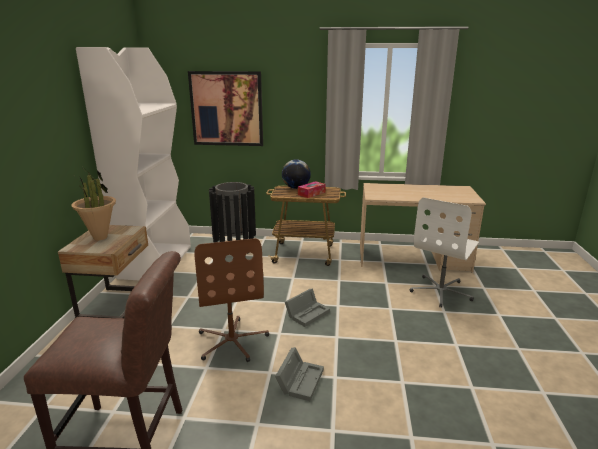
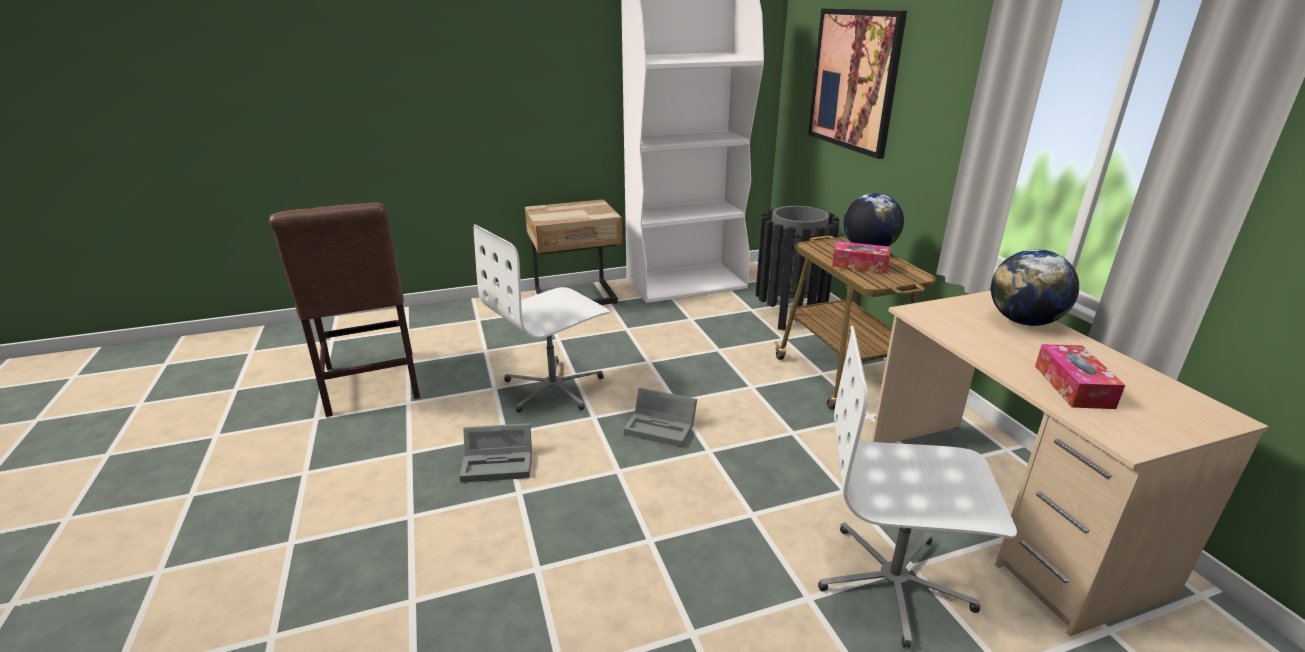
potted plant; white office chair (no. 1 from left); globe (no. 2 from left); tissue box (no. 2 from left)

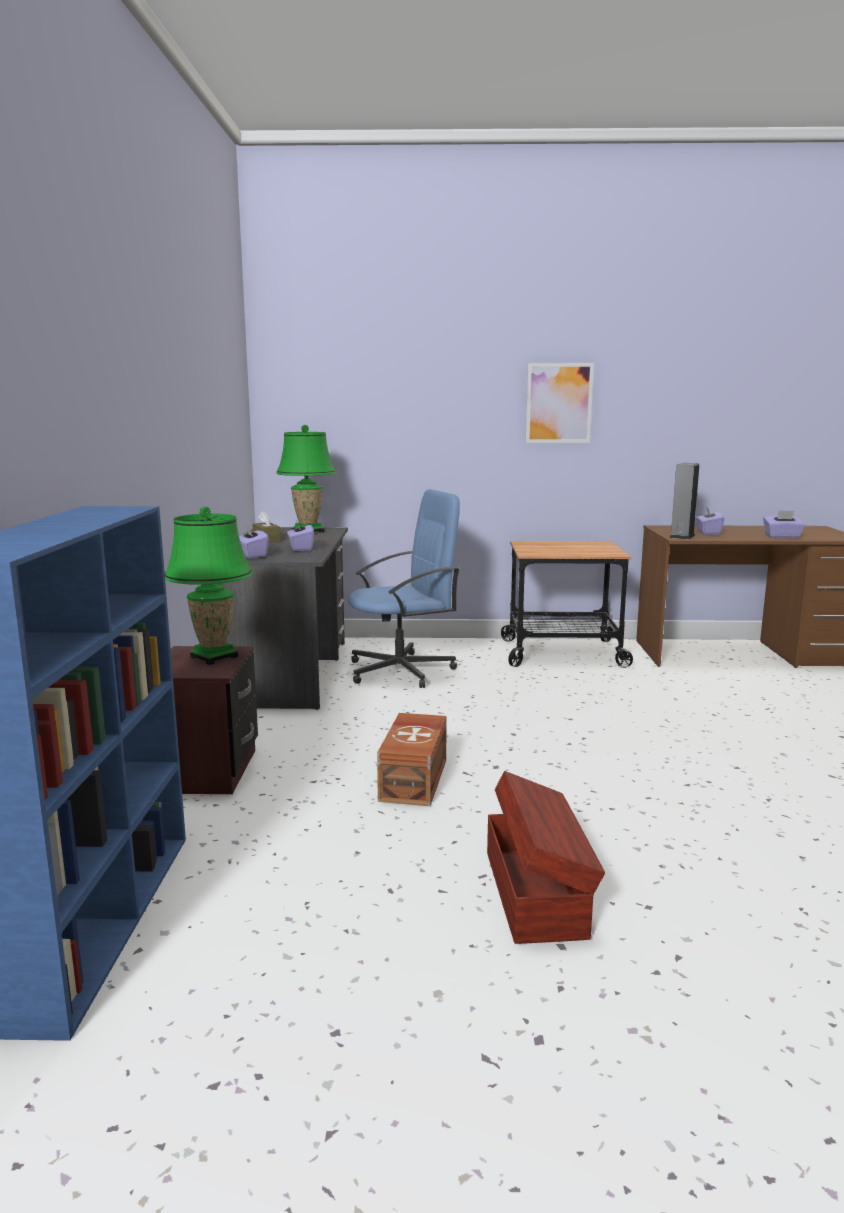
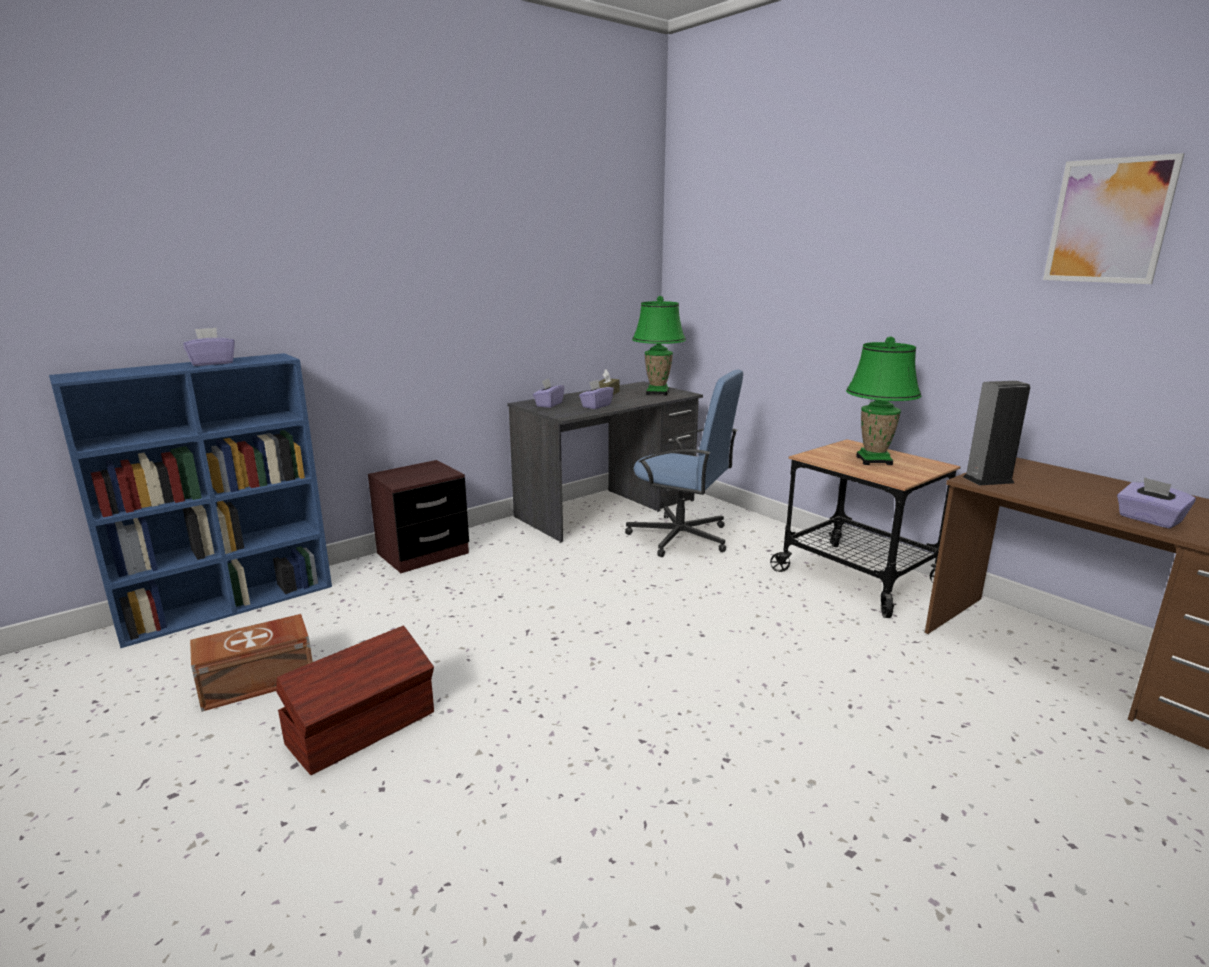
green table lamp (no. 2 from left); brown storage box (no. 1 from left); picture; purple tissue box (no. 1 from left)

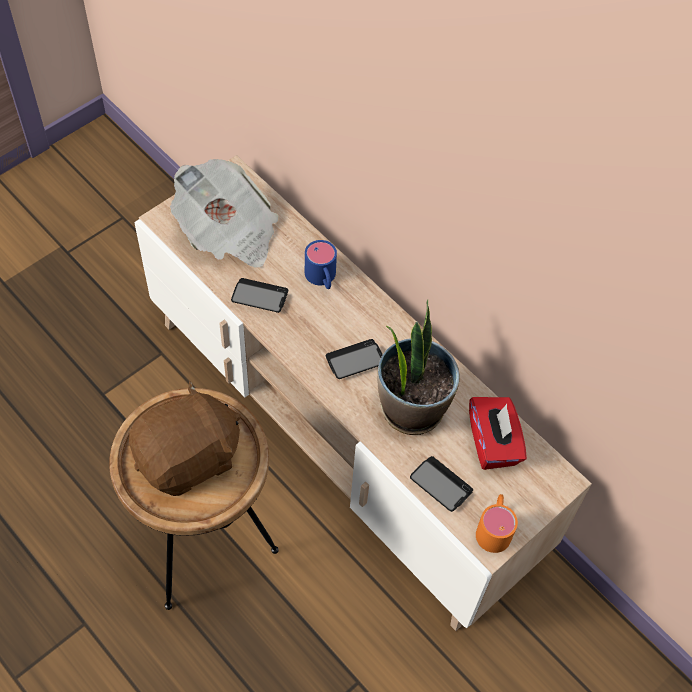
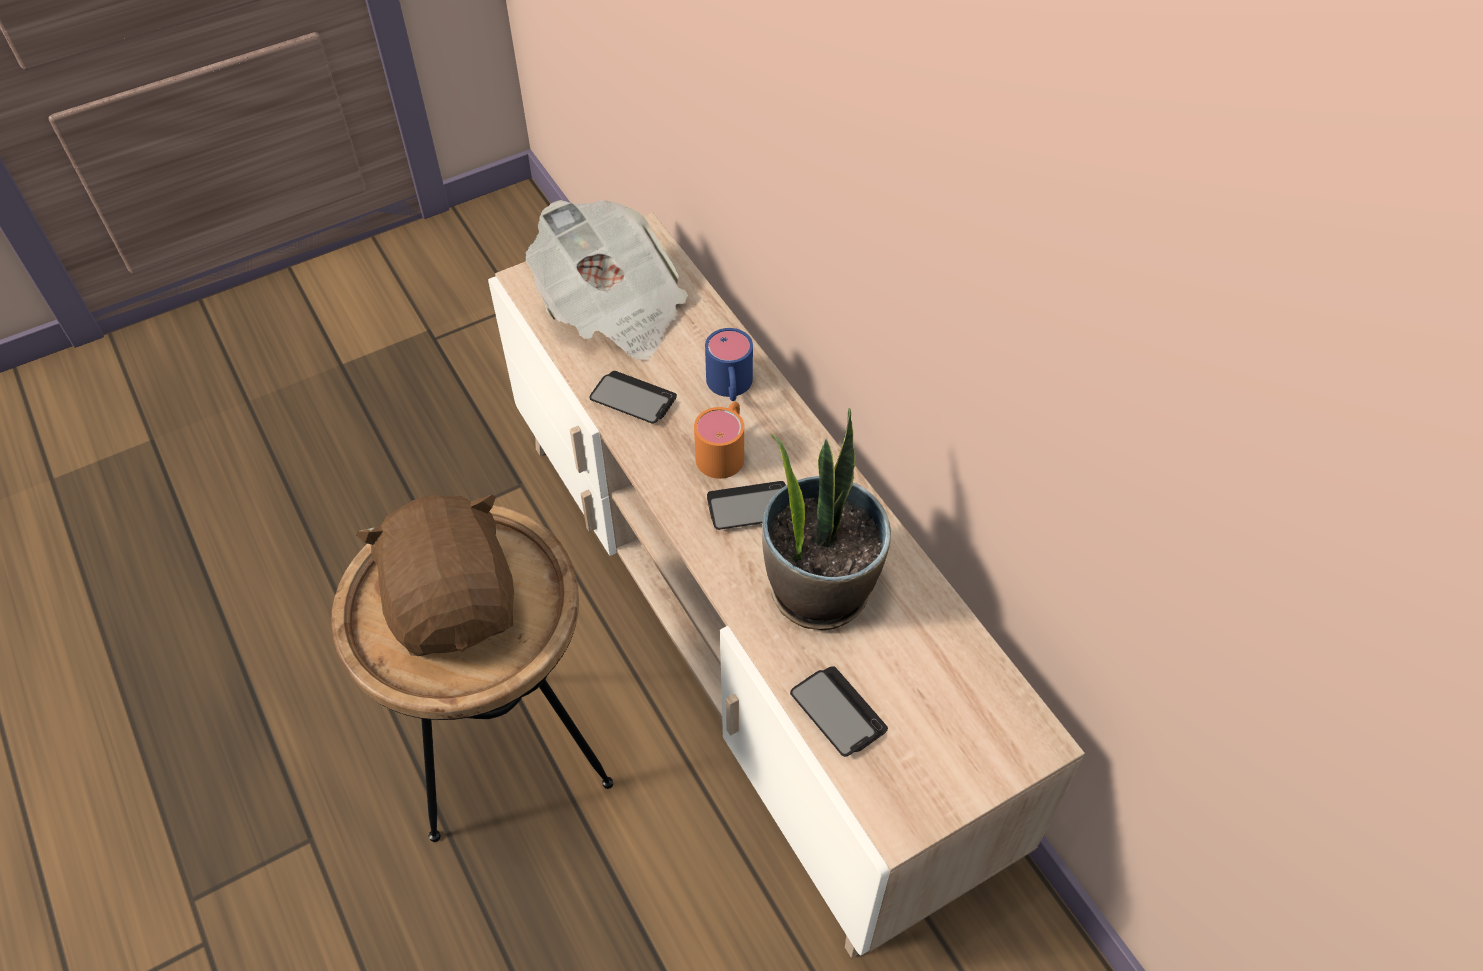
brown plush toy; red tissue box; orange mug

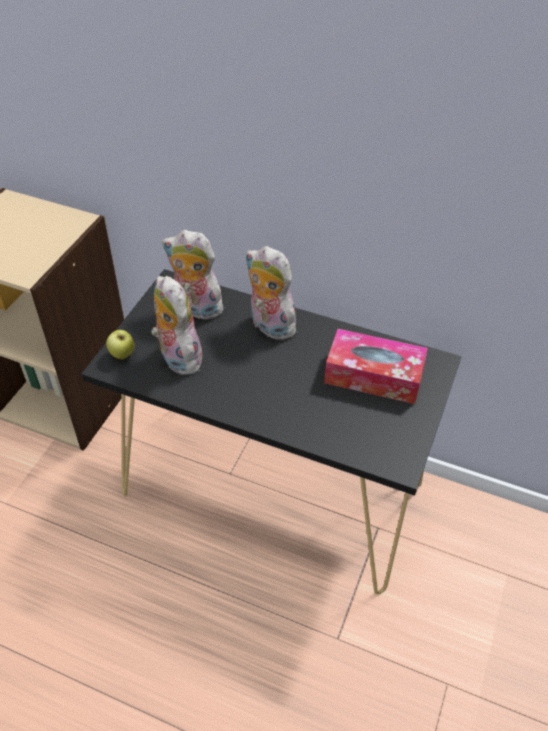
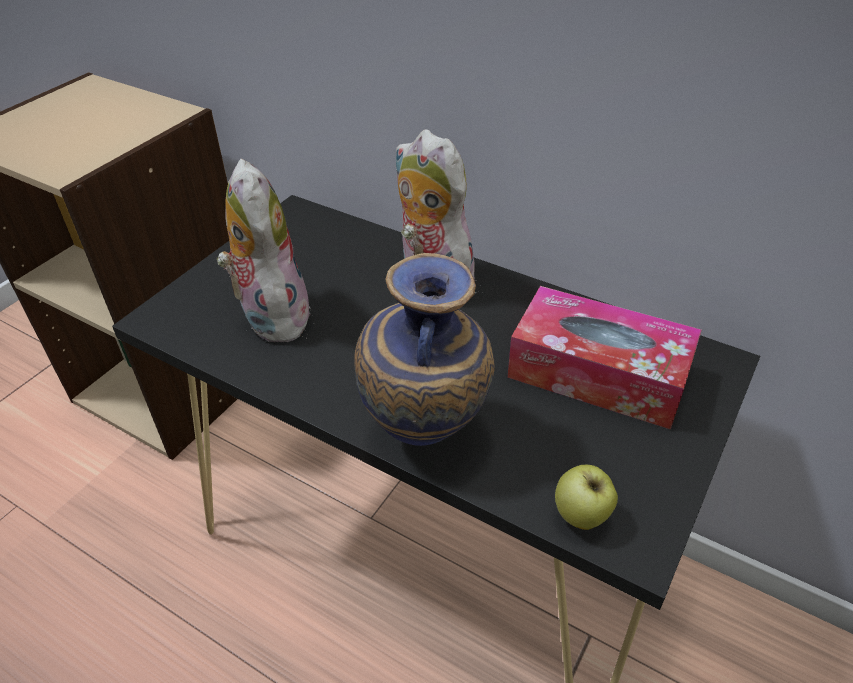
apple; plush toy (no. 2 from left in the first image); vase

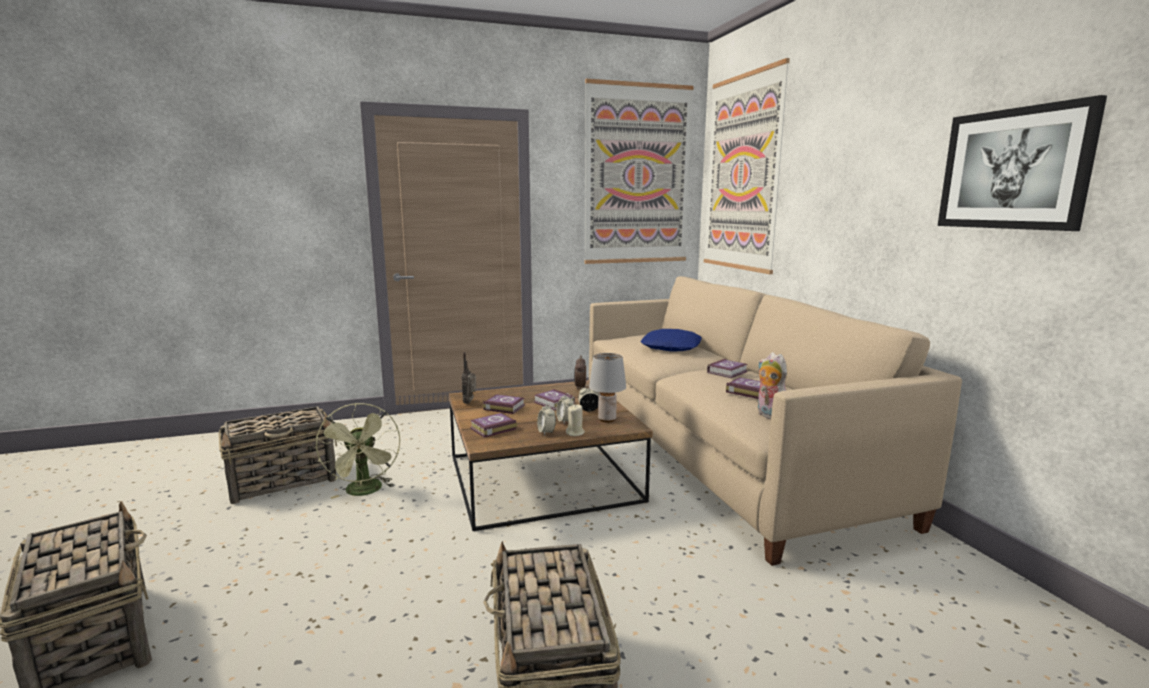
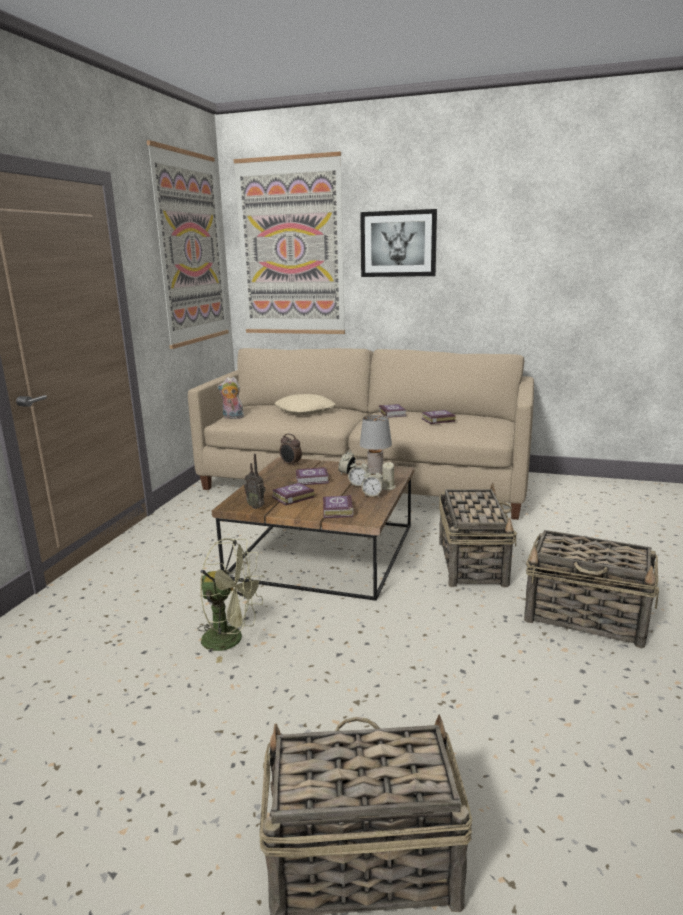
basket (no. 2 from left); beige pillow; plush toy; picture (no. 3 from left)

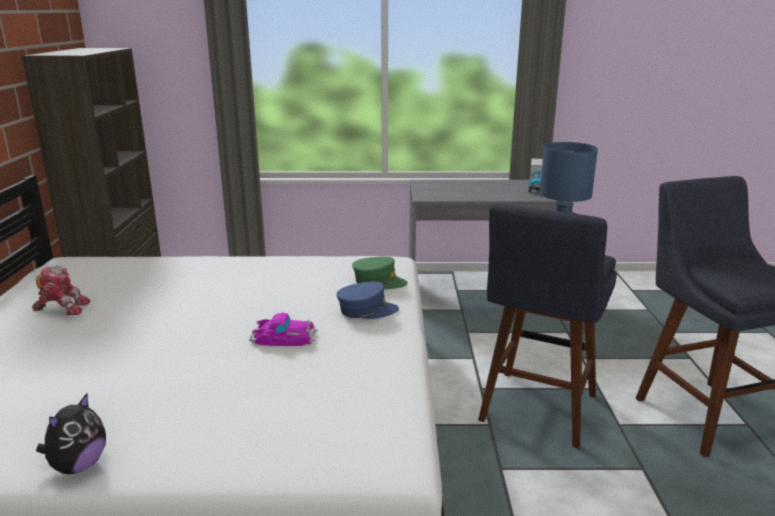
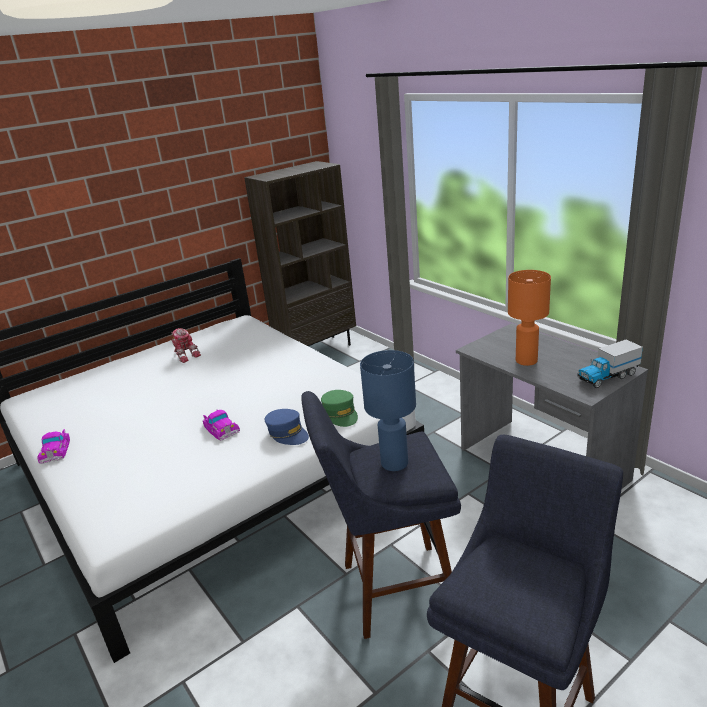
toy car (no. 1 from left); orange table lamp

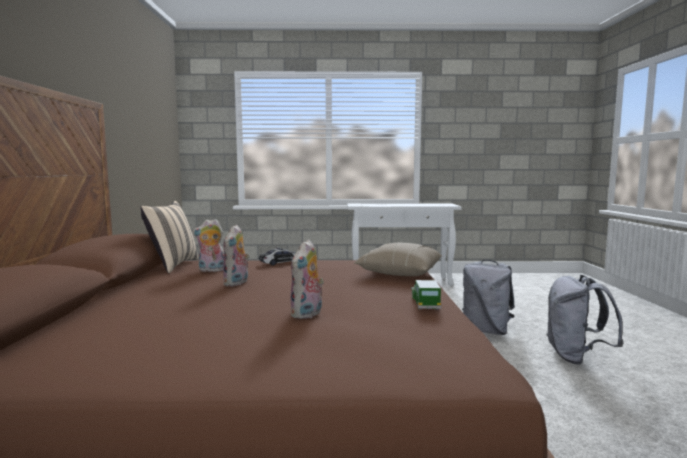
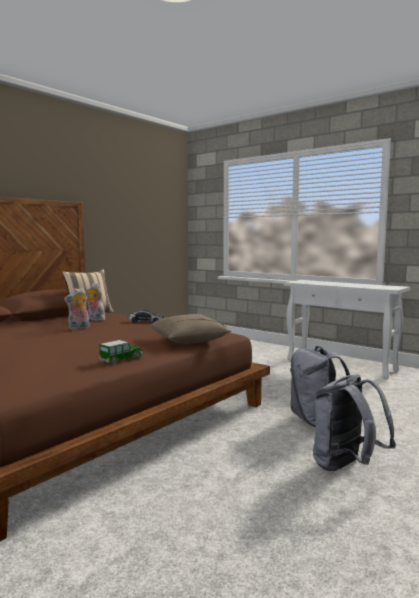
plush toy (no. 3 from left in the first image)

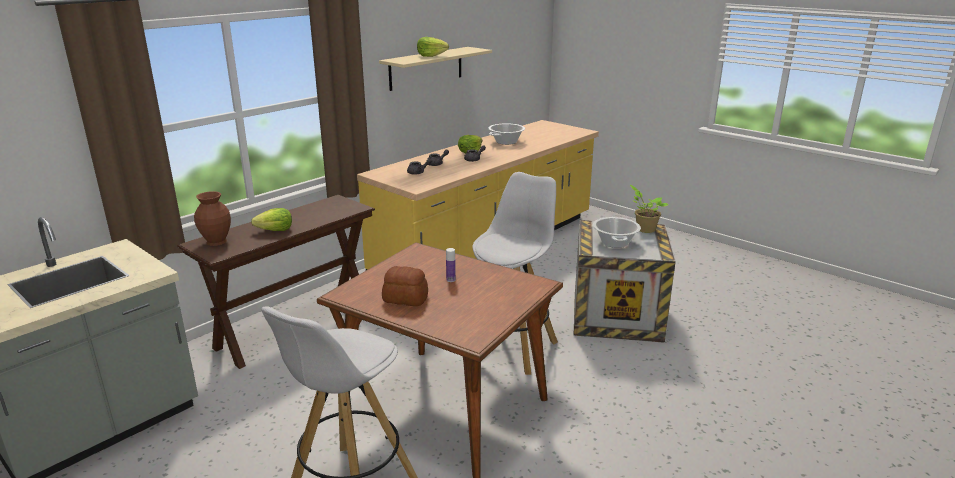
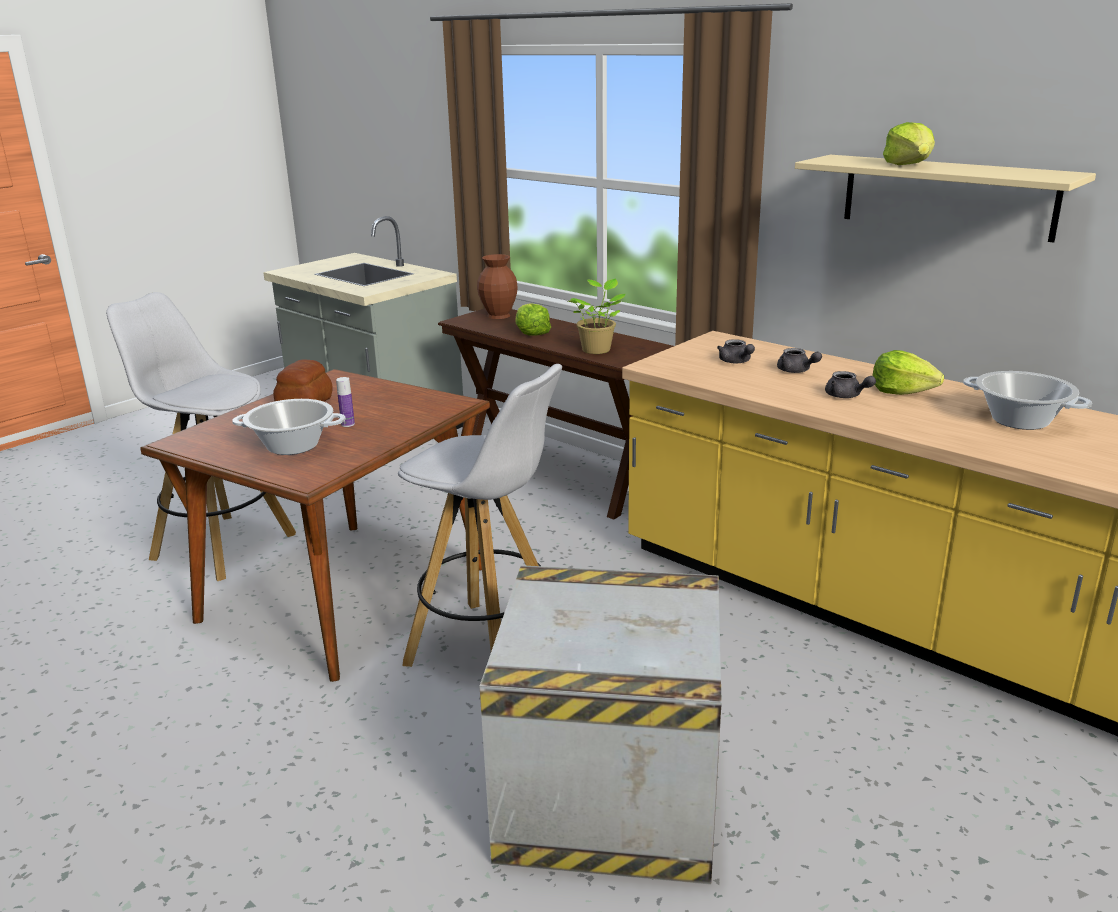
cooking pot (no. 1 from left); potted plant

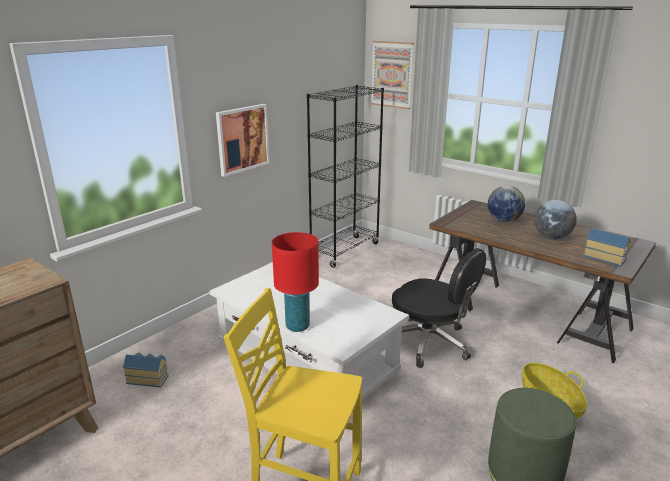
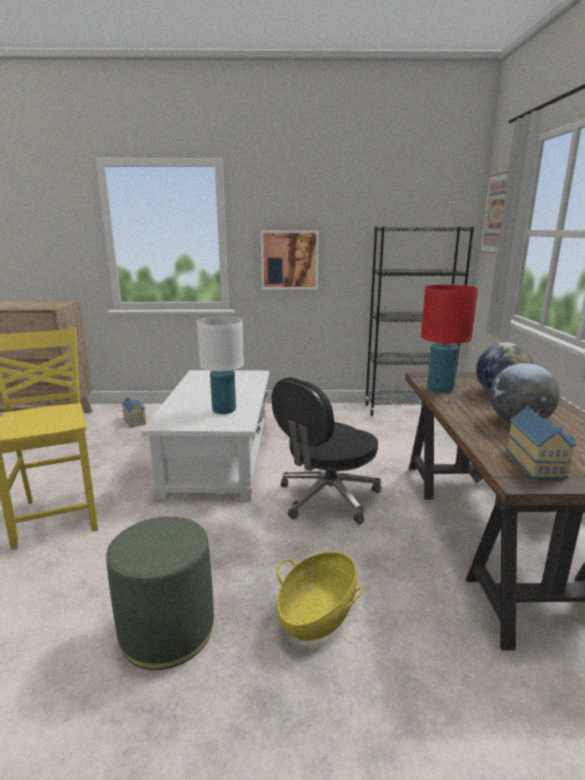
red table lamp; black office chair; white table lamp

